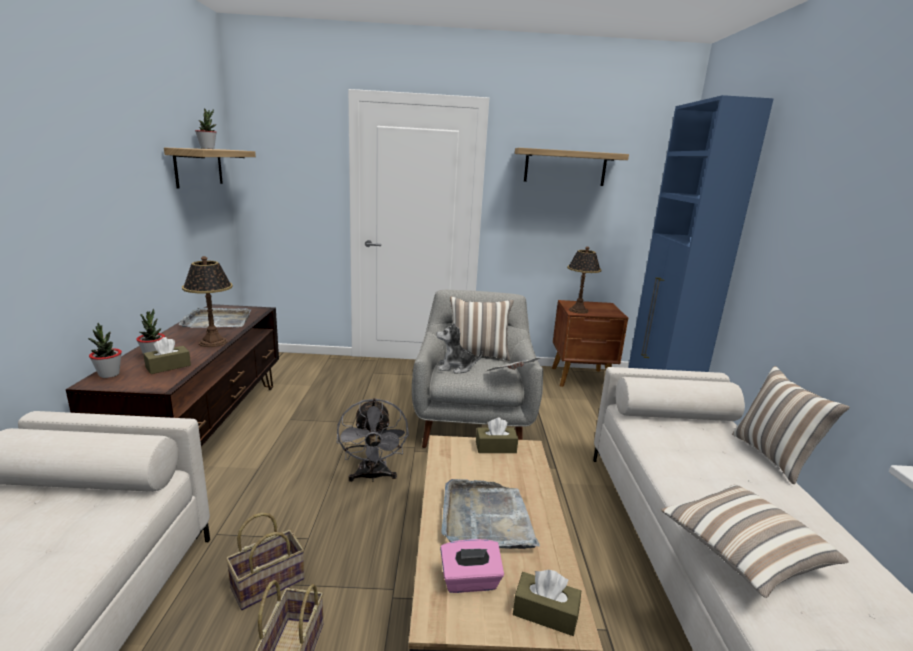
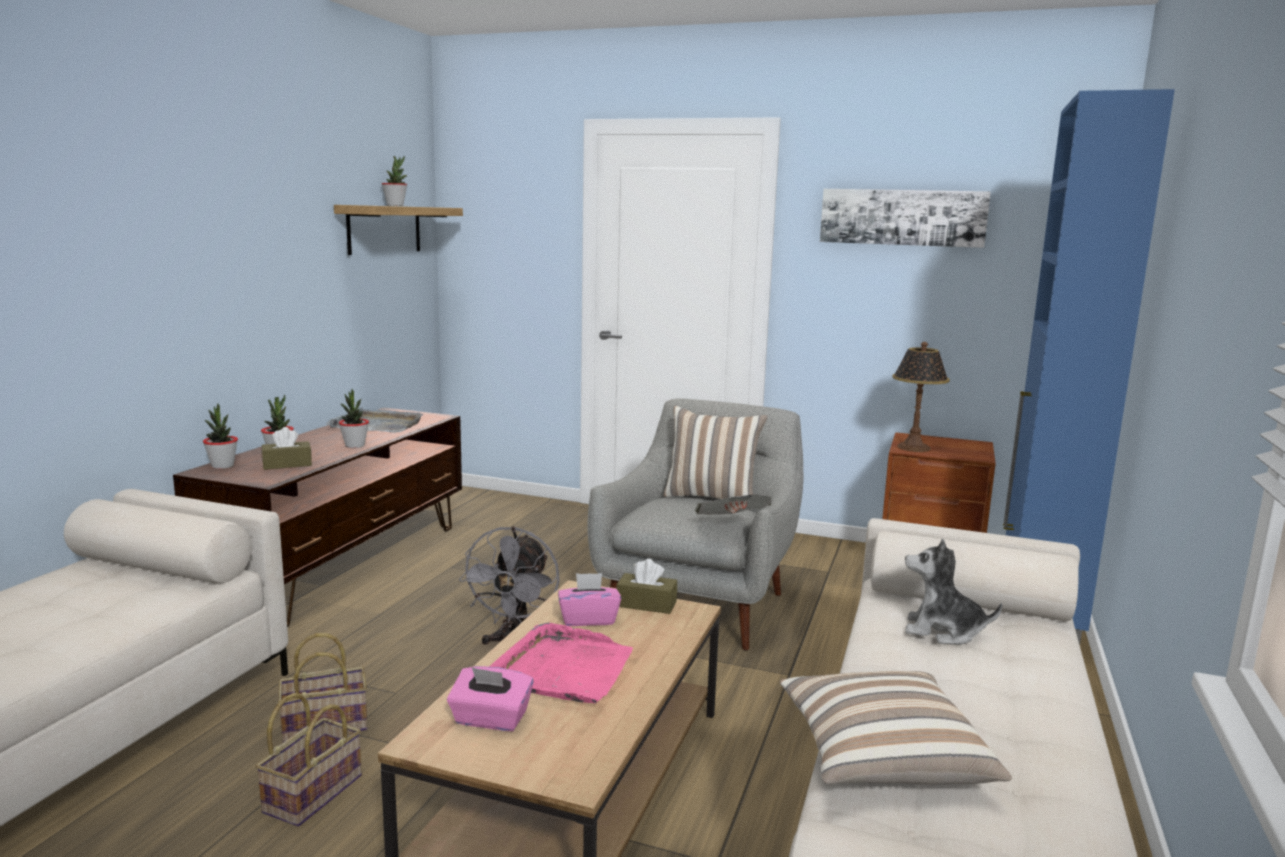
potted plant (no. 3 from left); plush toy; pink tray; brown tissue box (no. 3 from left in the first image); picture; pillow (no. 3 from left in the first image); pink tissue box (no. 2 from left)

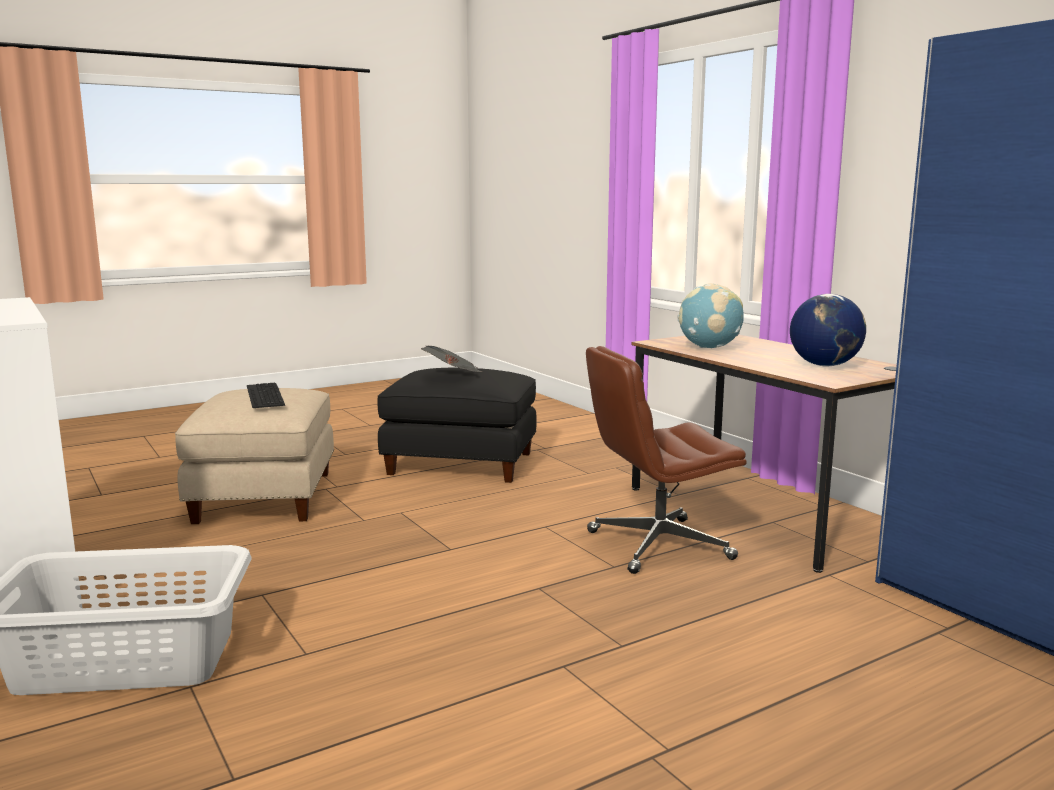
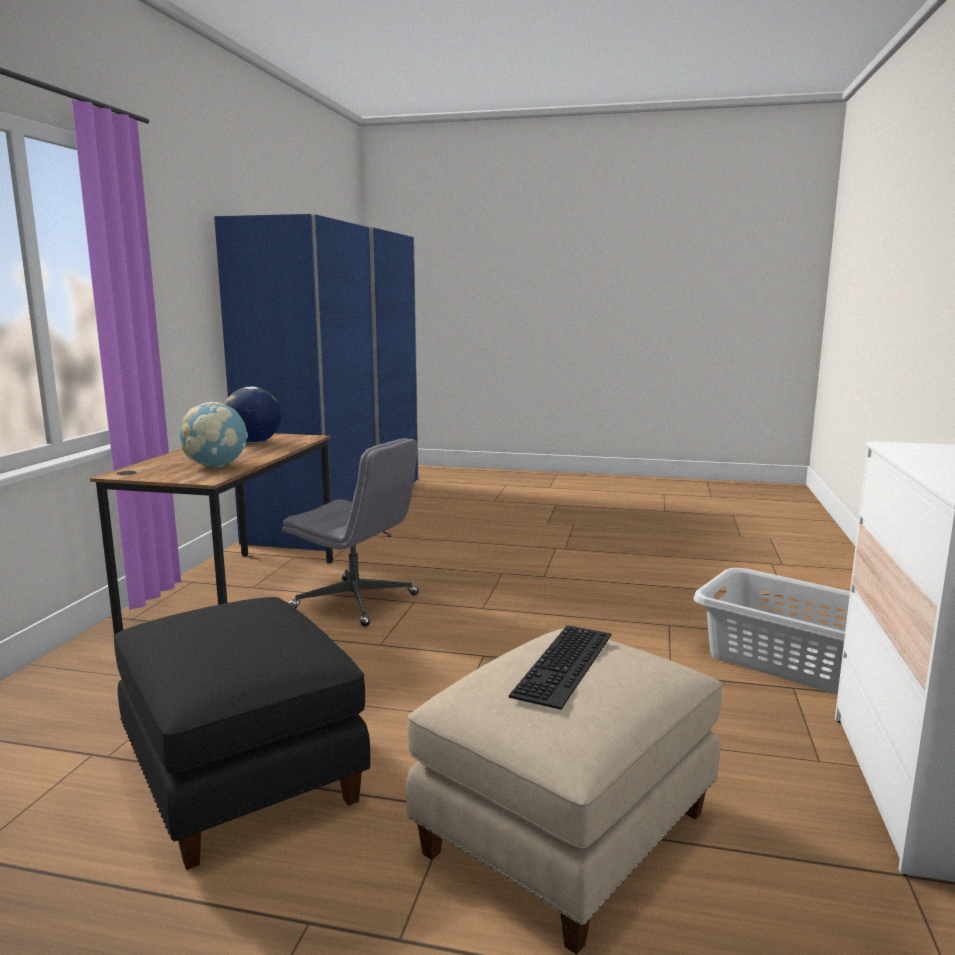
newspaper; grey office chair

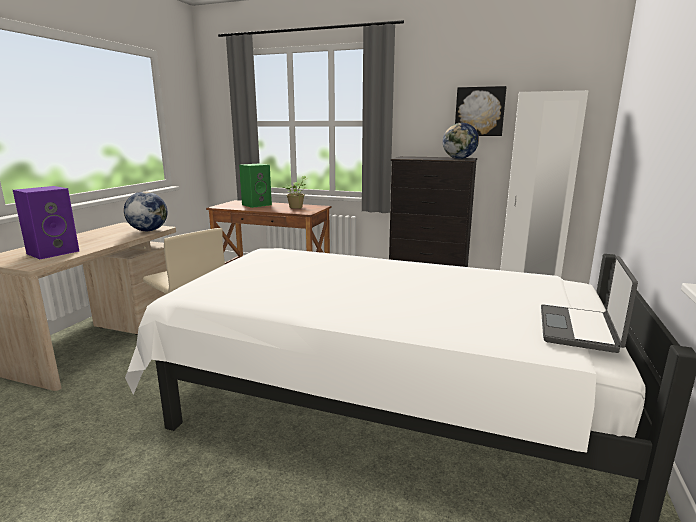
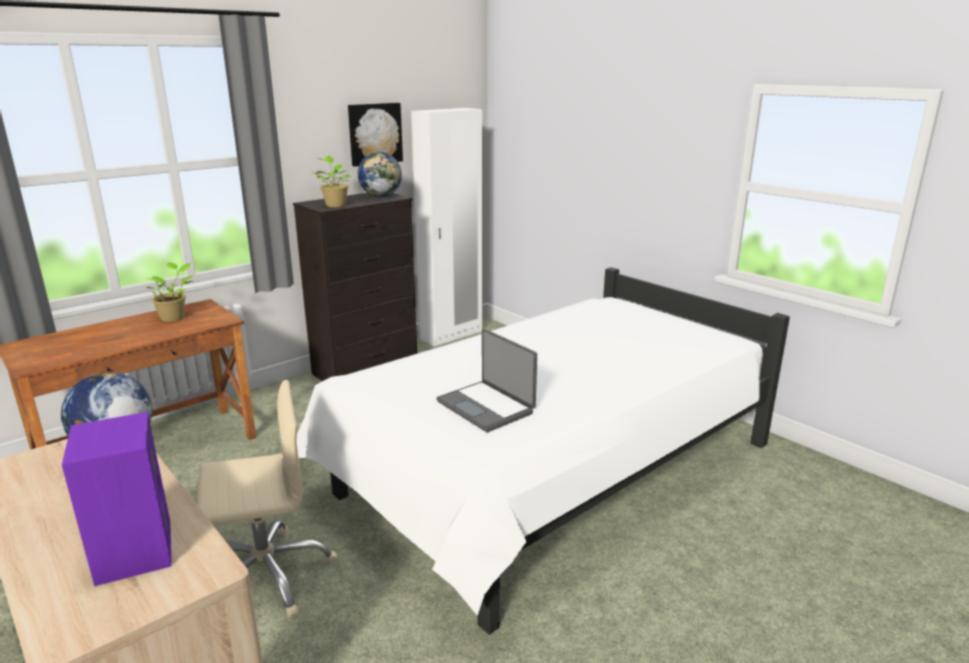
green speaker; laptop; potted plant (no. 2 from left)

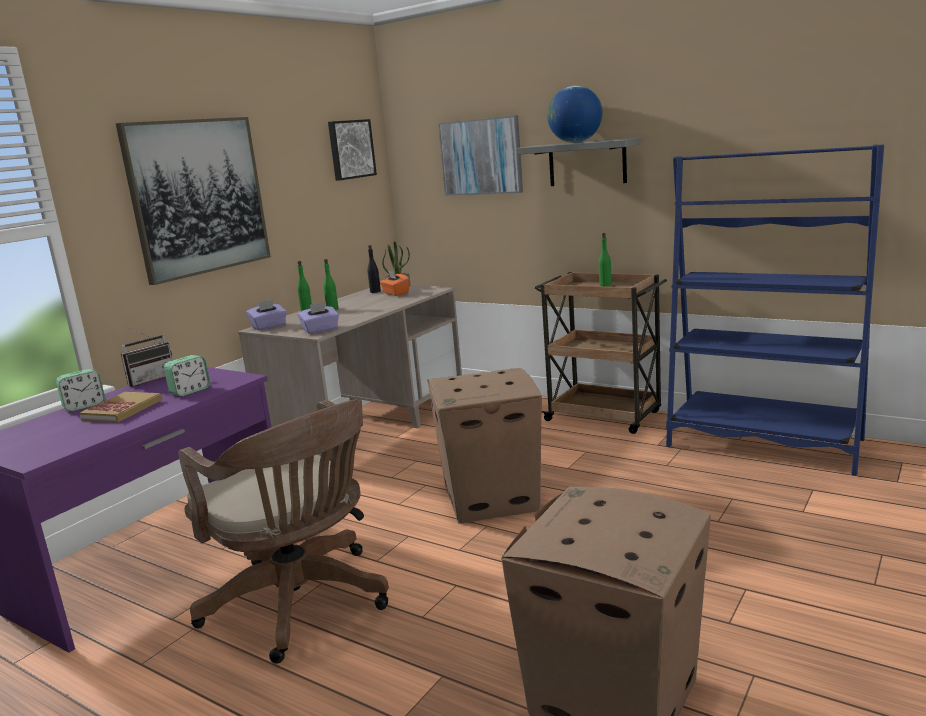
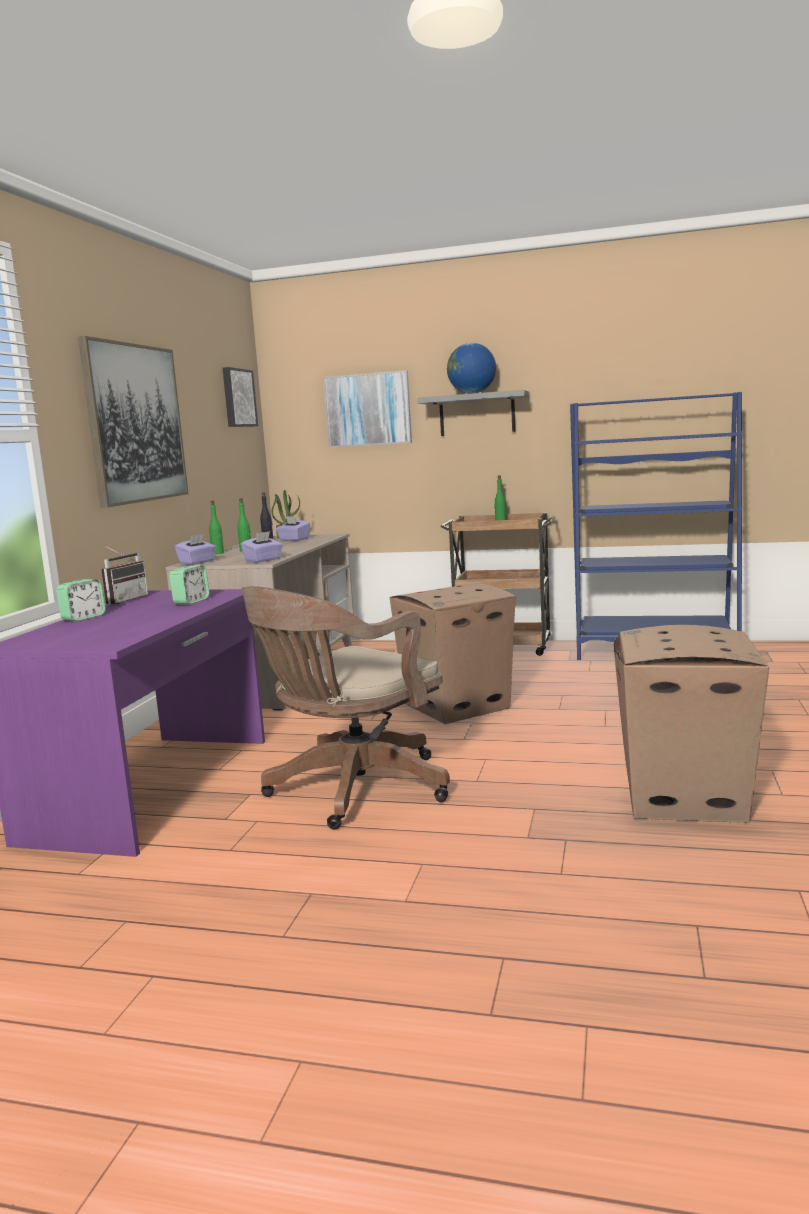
book; brown office chair; purple tissue box (no. 3 from left)

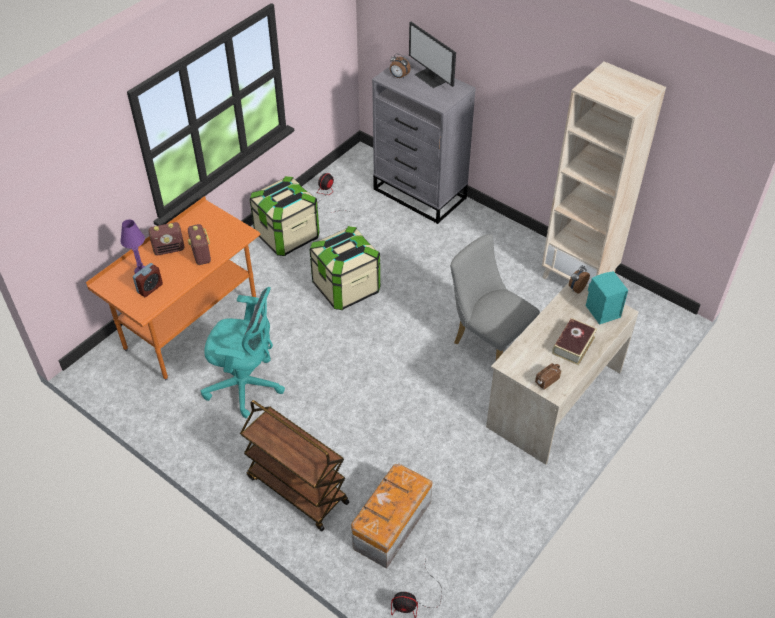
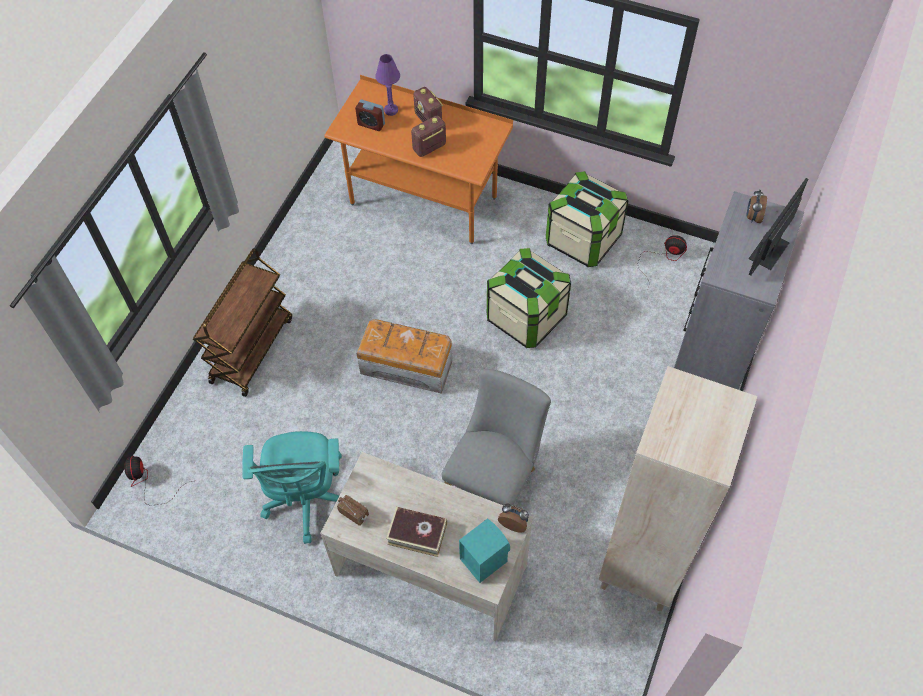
turquoise office chair; storage box (no. 1 from left)

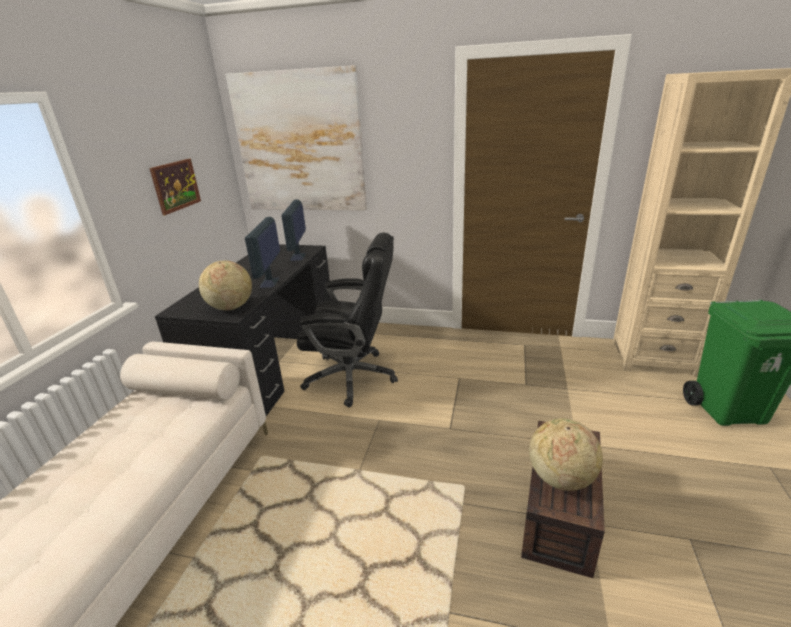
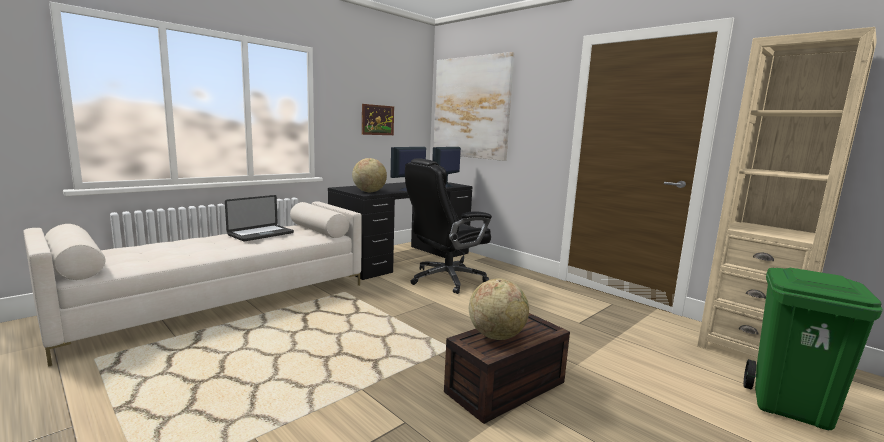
black office chair; laptop

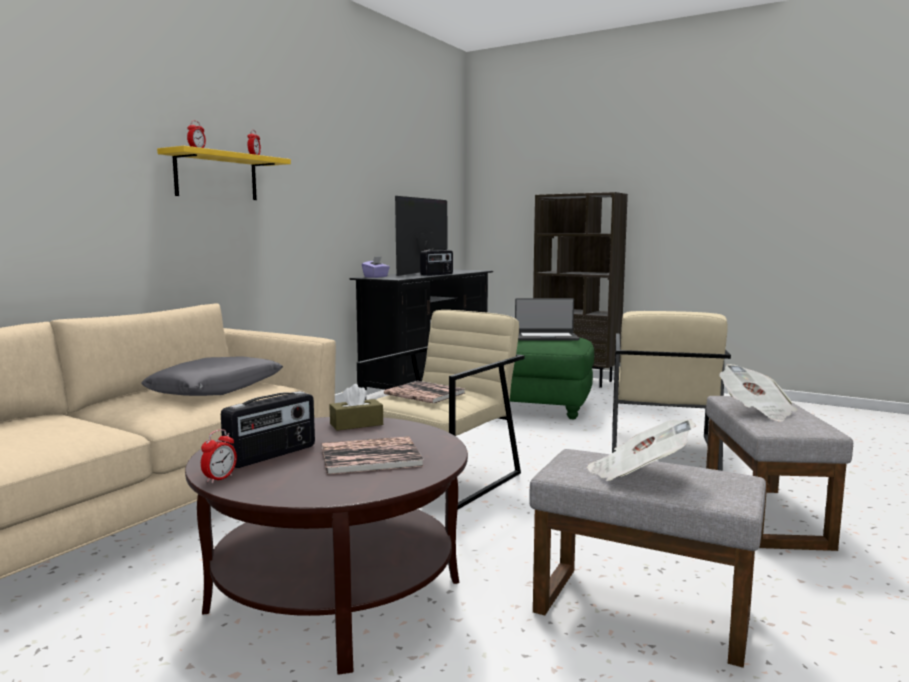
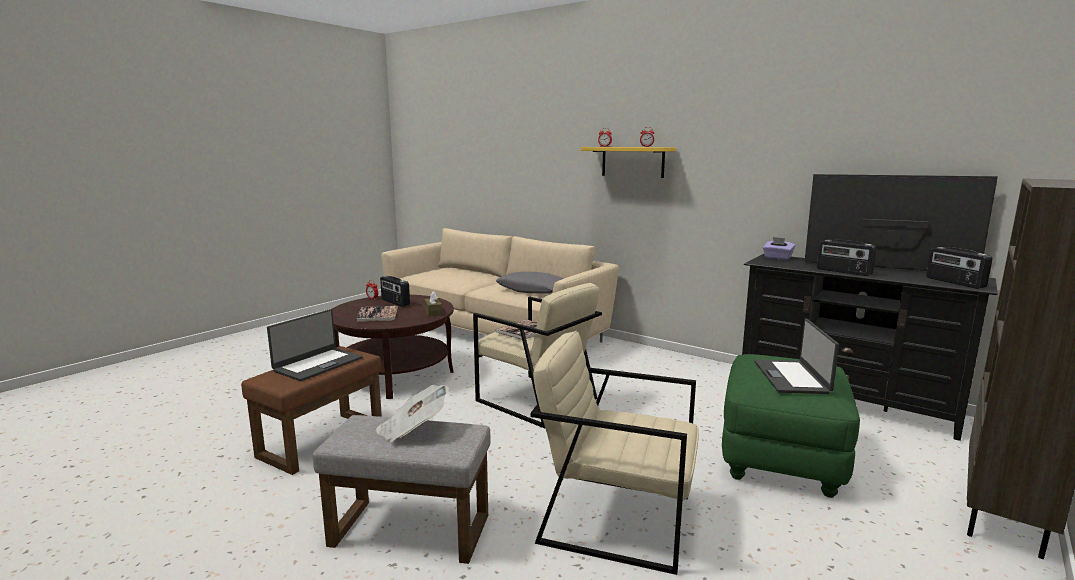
brown ottoman; laptop (no. 1 from left); radio (no. 3 from left)

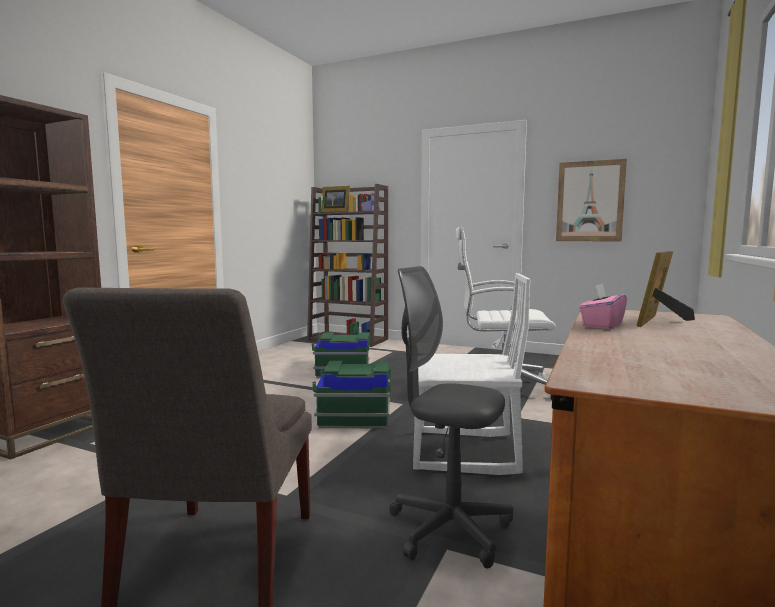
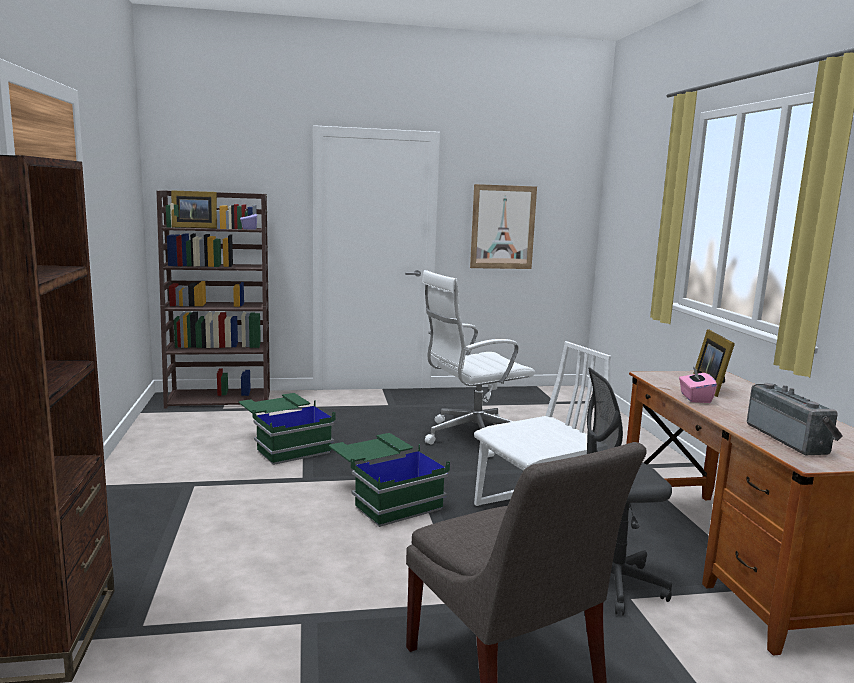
radio

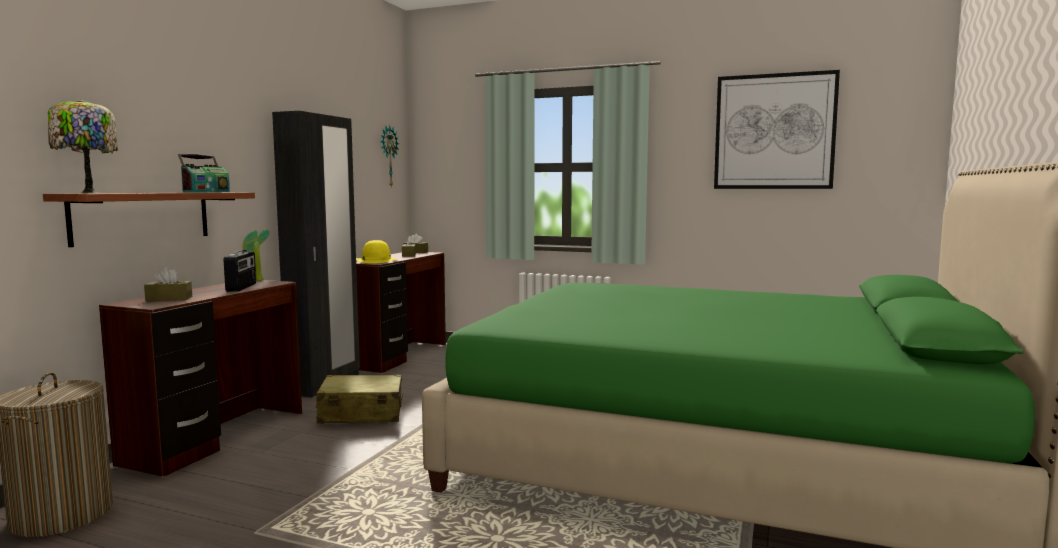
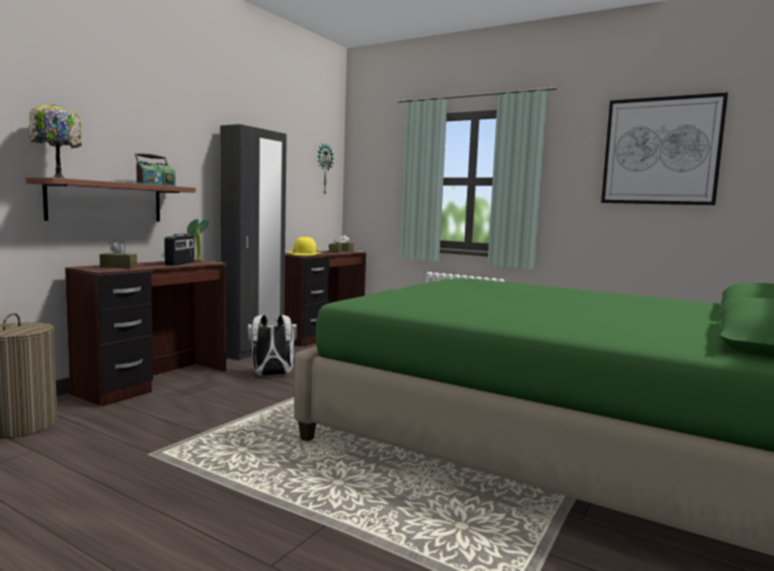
white backpack

